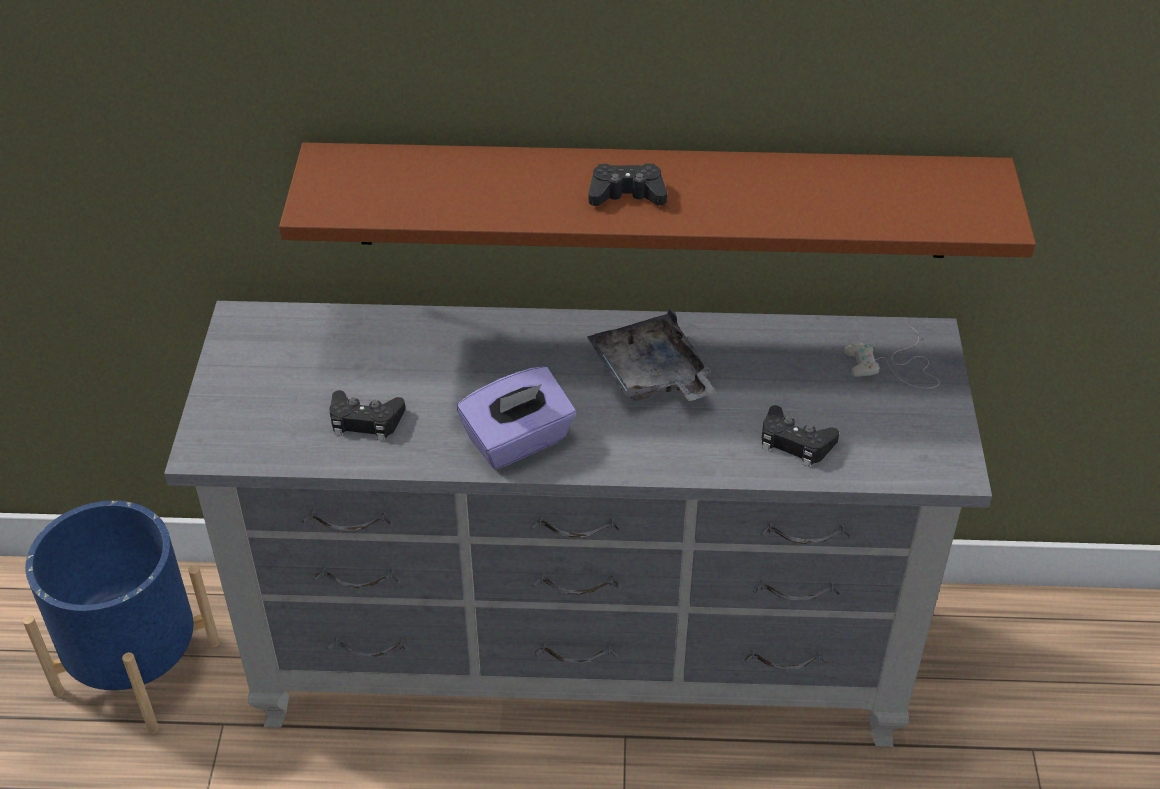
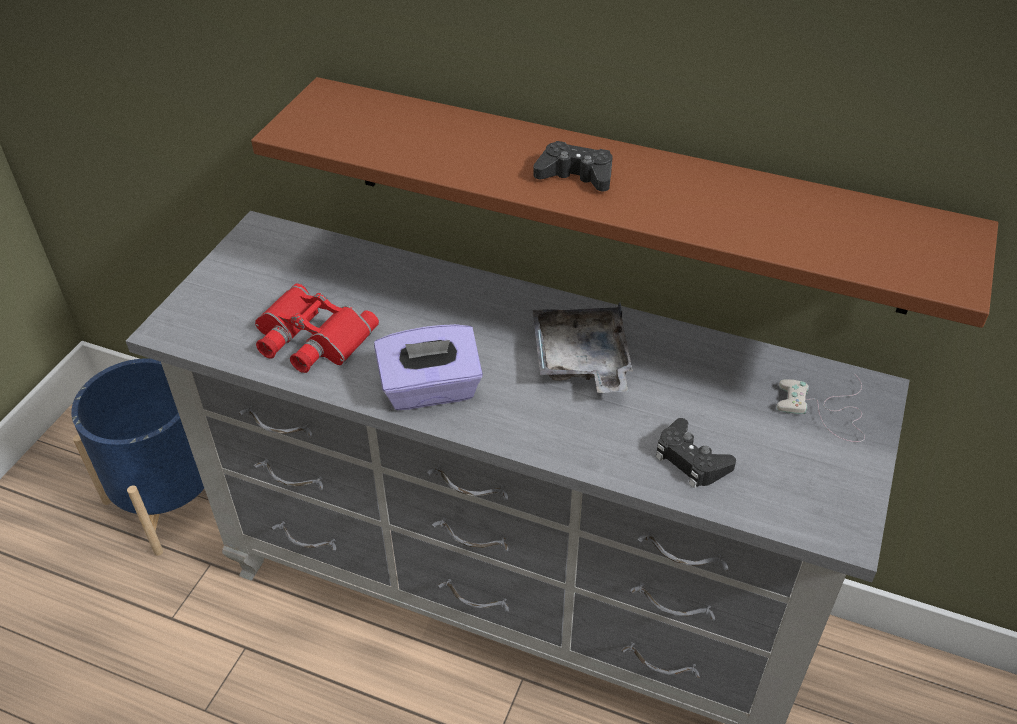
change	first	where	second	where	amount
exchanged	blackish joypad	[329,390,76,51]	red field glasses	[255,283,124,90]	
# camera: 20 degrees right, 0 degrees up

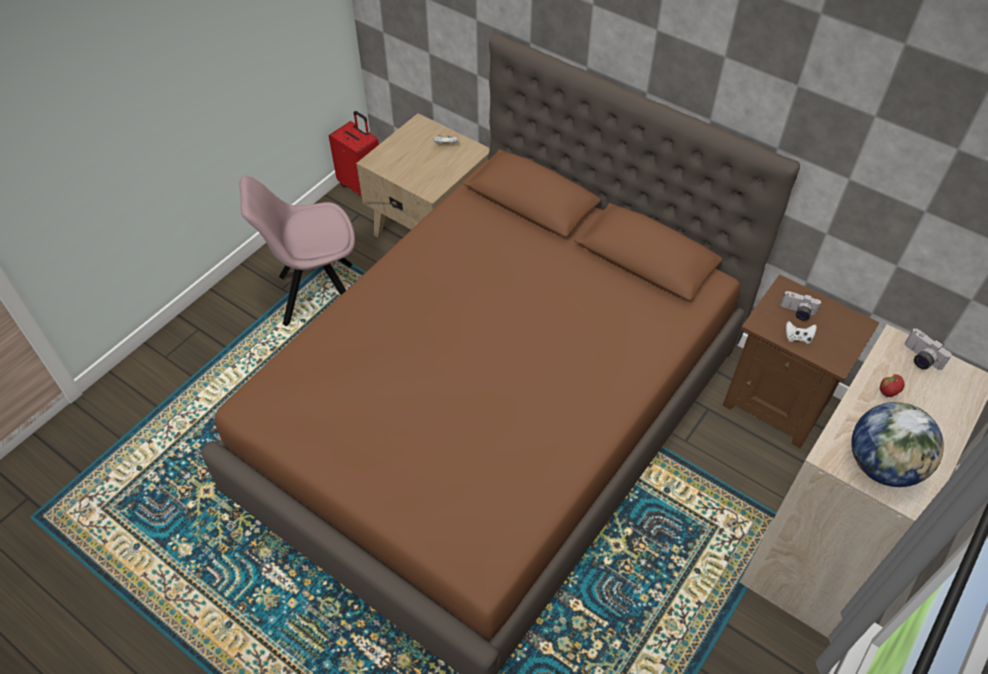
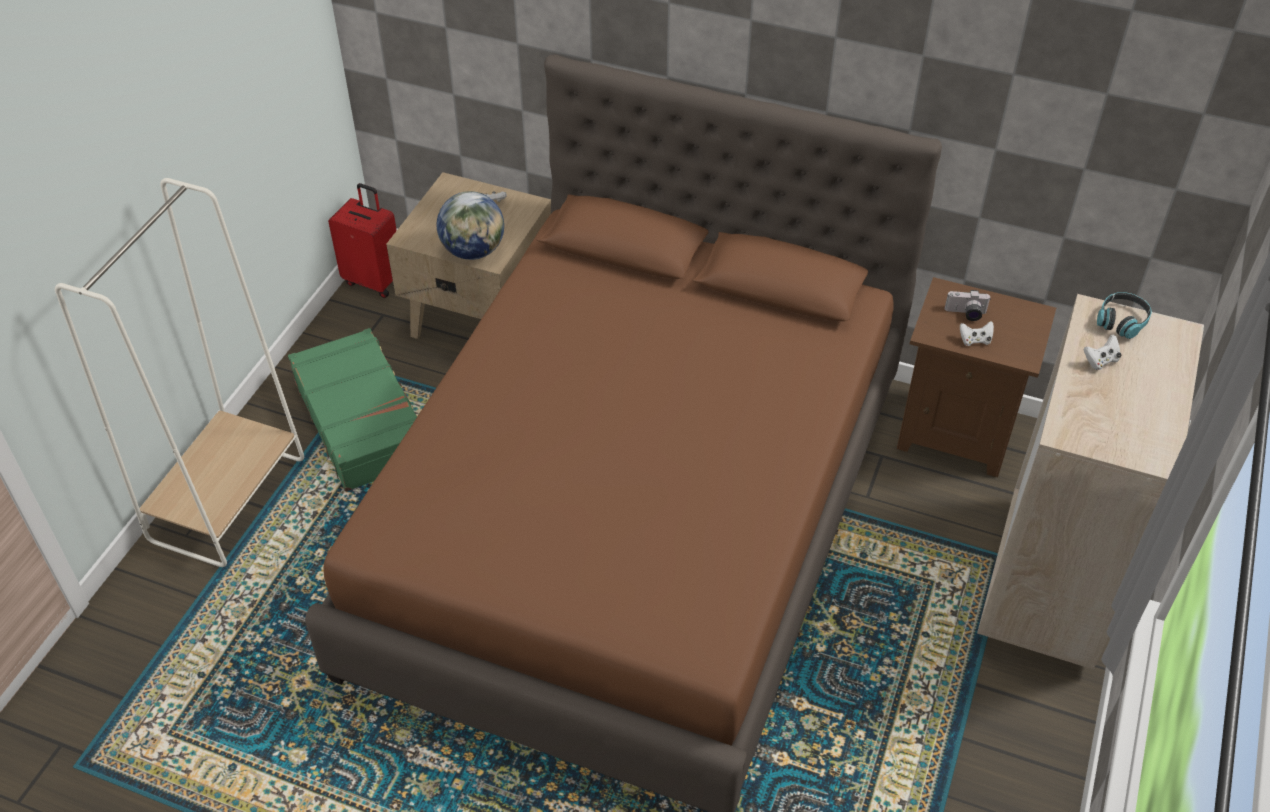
change	first	where	second	where	amount
exchanged	pink-coloured upright chair	[239,176,116,150]	green travel case	[288,328,129,164]	
exchanged	photo camera	[905,328,47,42]	headphones	[1097,292,55,47]	
exchanged	apple fruit	[880,374,25,23]	white joypad	[1084,335,37,35]	
relocated	world globe	[851,402,93,85]		[437,191,67,69]	
appeared			clothes rack	[55,178,249,389]	
# camera: 15 degrees left, 5 degrees down

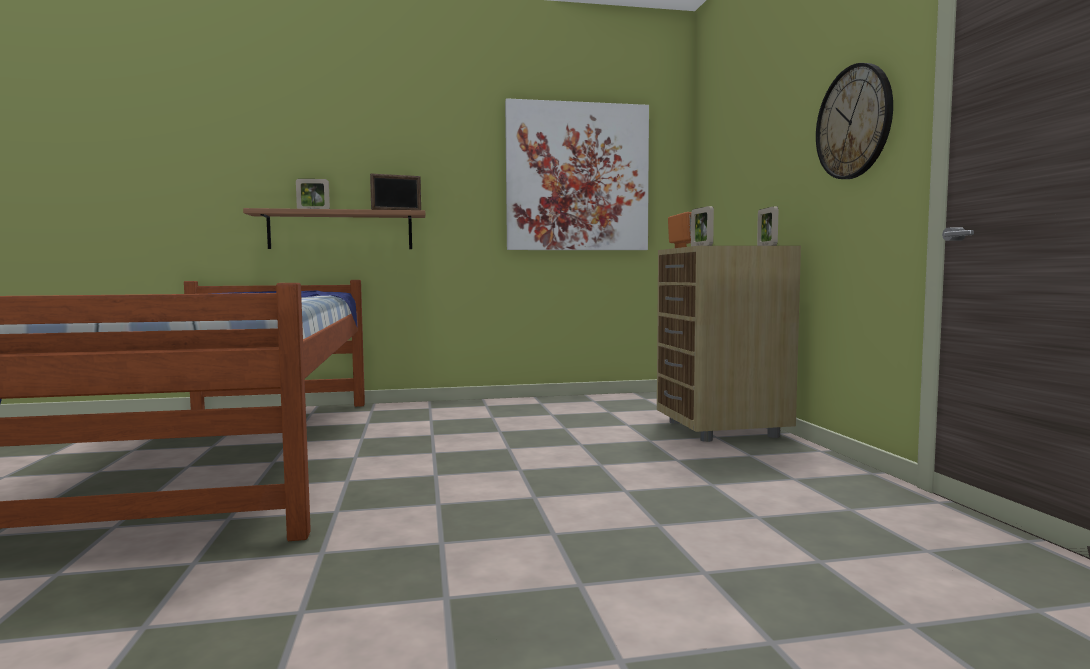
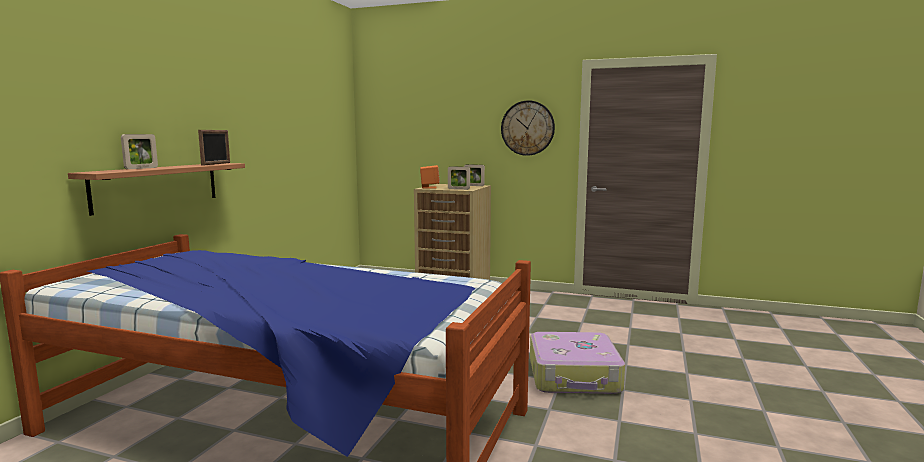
change	first	where	second	where	amount
missing	wall picture	[505,98,144,152]			
appeared			travel case	[530,332,95,62]	
# camera: 60 degrees left, 5 degrees up

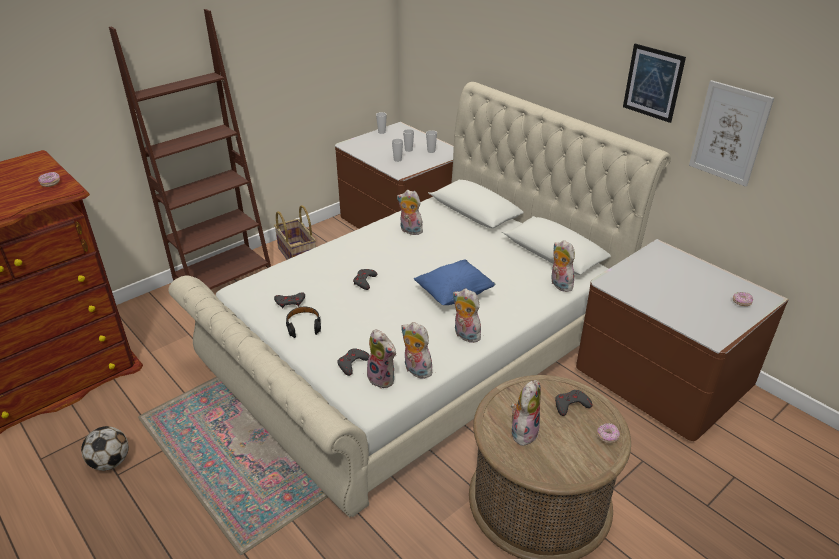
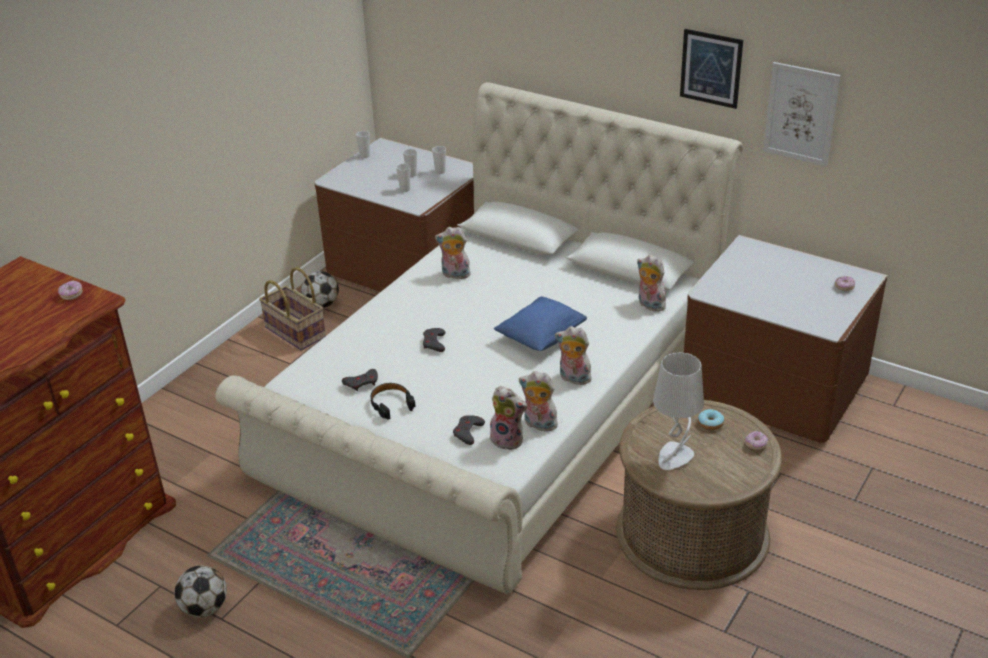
change	first	where	second	where	amount
missing	brown bookshelf	[109,9,162,280]			
exchanged	cuddly toy	[511,380,30,66]	greyish tabletop lamp	[653,352,51,118]	
exchanged	greyish joypad	[555,390,38,26]	donut	[698,409,26,21]	
appeared			ball for football	[301,271,38,37]	
# camera: 15 degrees left, 0 degrees up

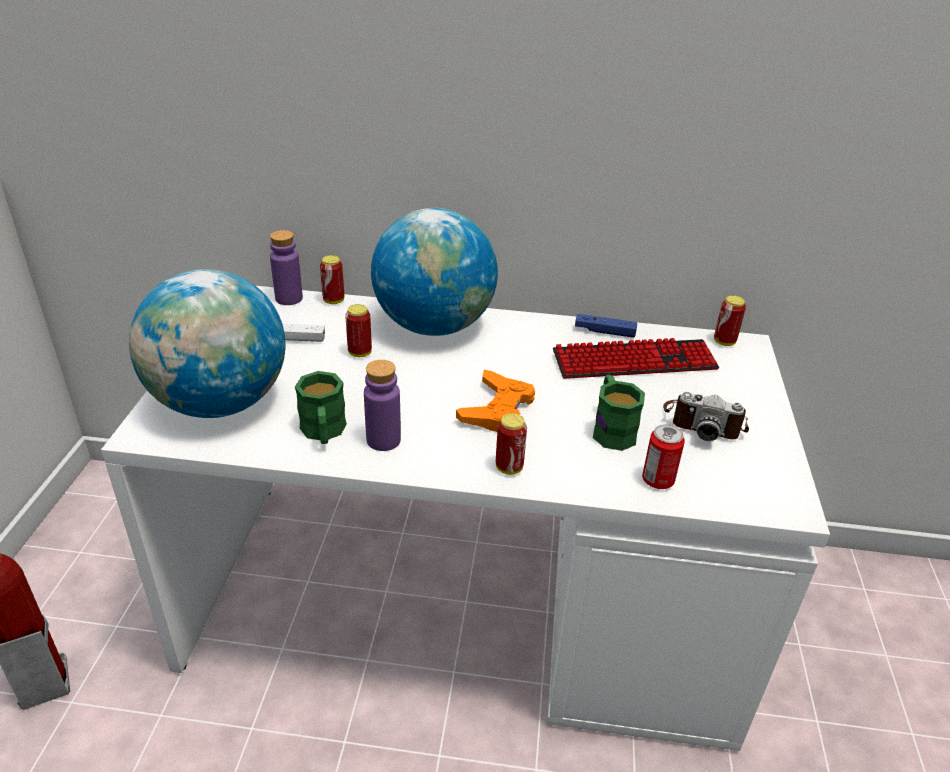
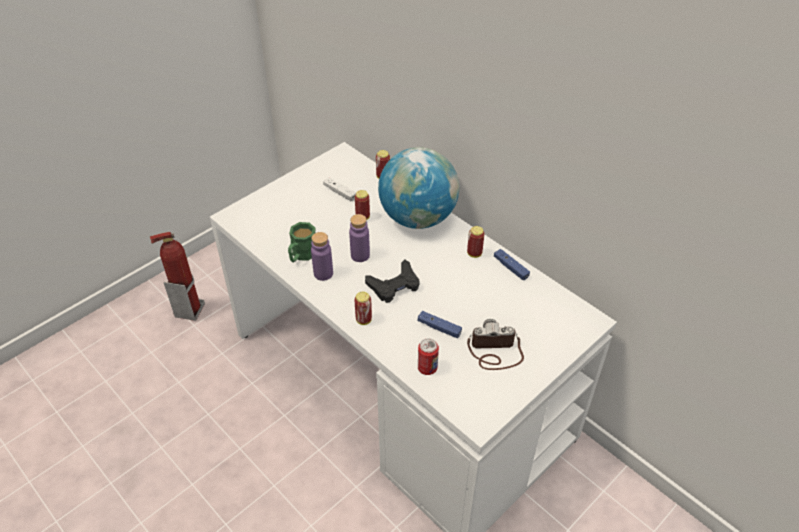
change	first	where	second	where	amount
relocated	purplish drink bottle	[270,230,33,75]		[349,214,21,48]	
missing	world globe	[129,269,157,149]			
relocated	can	[714,295,32,51]		[467,226,17,32]	
missing	computer keyboard	[553,338,166,41]			
colour	orange joypad	[456,370,79,62]	blackish joypad	[365,260,55,43]	
exchanged	green coffee mug	[593,375,52,76]	bluish joypad	[418,311,44,27]	
spun	photo camera	[663,392,86,49]		[467,319,57,51]	120 degrees clockwise
# camera: 40 degrees right, 10 degrees up

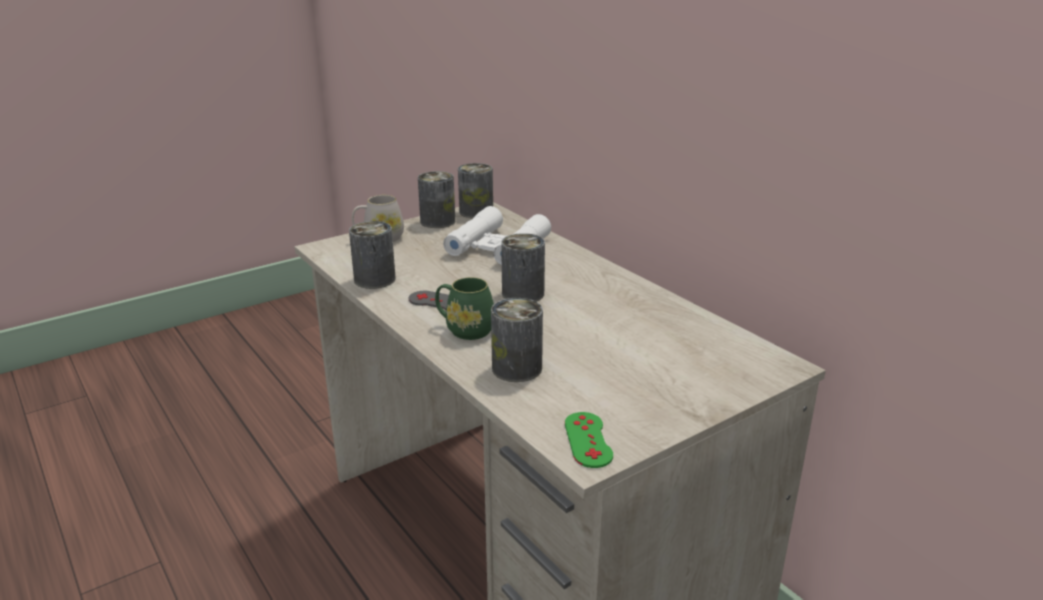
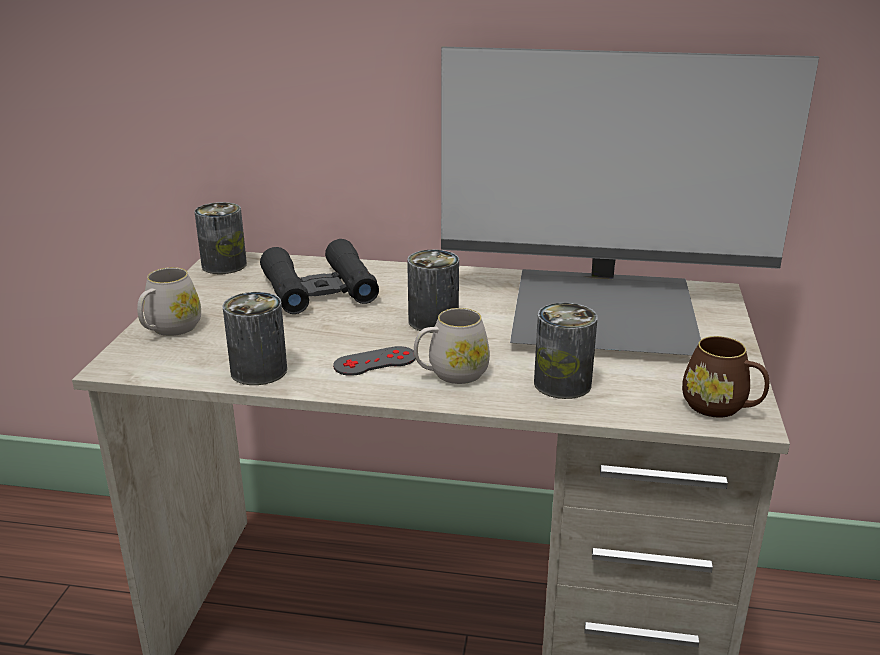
change	first	where	second	where	amount
missing	can	[418,171,37,57]			
colour	white field glasses	[443,206,108,59]	blackish field glasses	[260,239,119,75]	
colour	green coffee mug	[435,277,59,63]	white coffee mug	[414,308,76,76]	
exchanged	green joypad	[565,412,48,56]	brown coffee mug	[682,336,87,82]	
appeared			computer display	[441,47,378,308]	
# camera: 45 degrees left, 0 degrees up

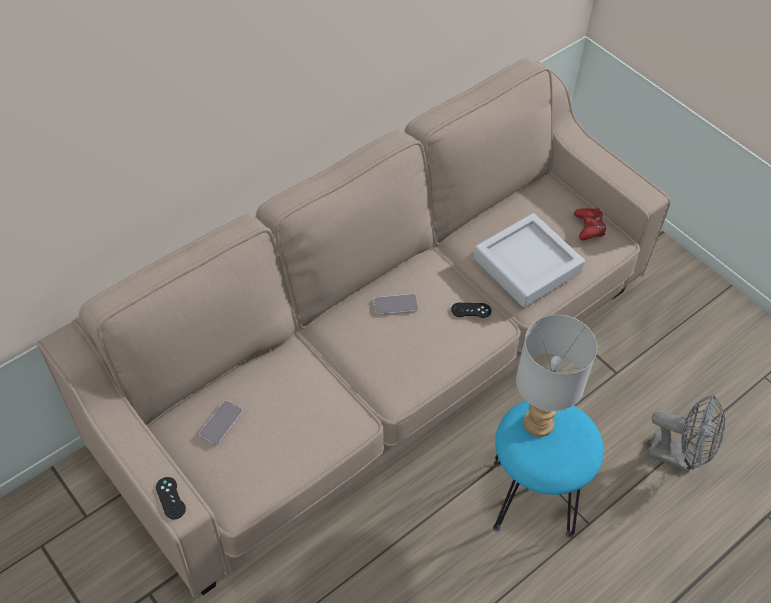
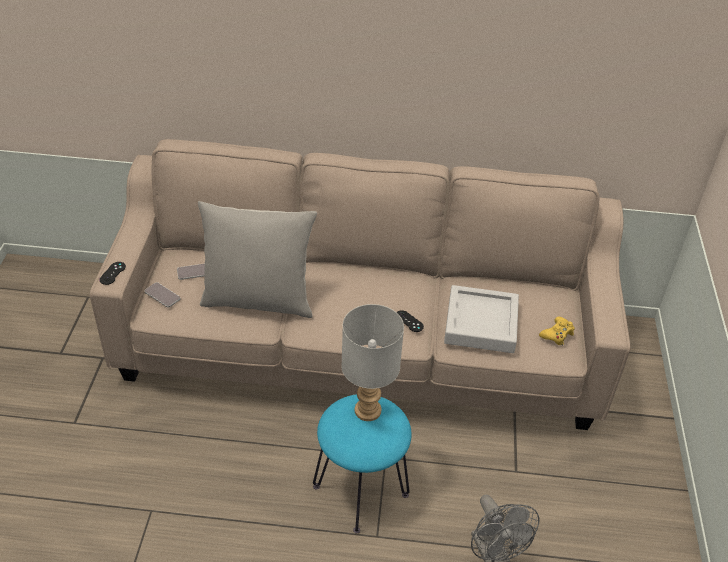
change	first	where	second	where	amount
colour	red joypad	[574,208,32,32]	yellowish joypad	[539,317,36,29]	
relocated	telephone	[374,294,44,21]		[145,282,35,26]	
appeared			greyish throw pillow	[198,201,119,117]	
# camera: 45 degrees right, 10 degrees down

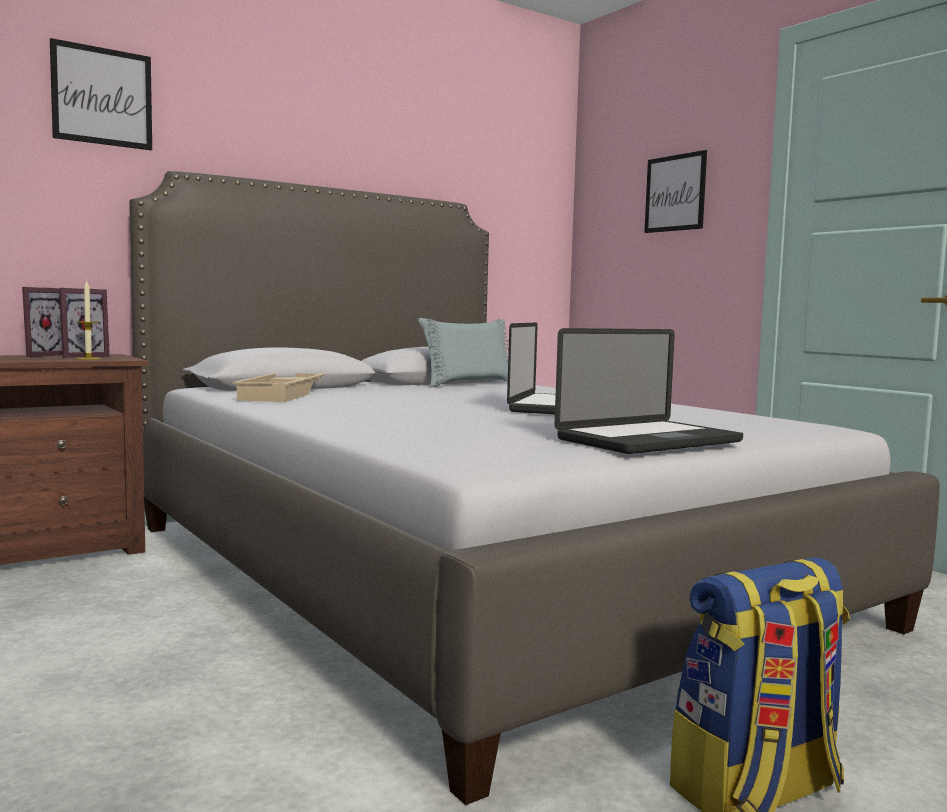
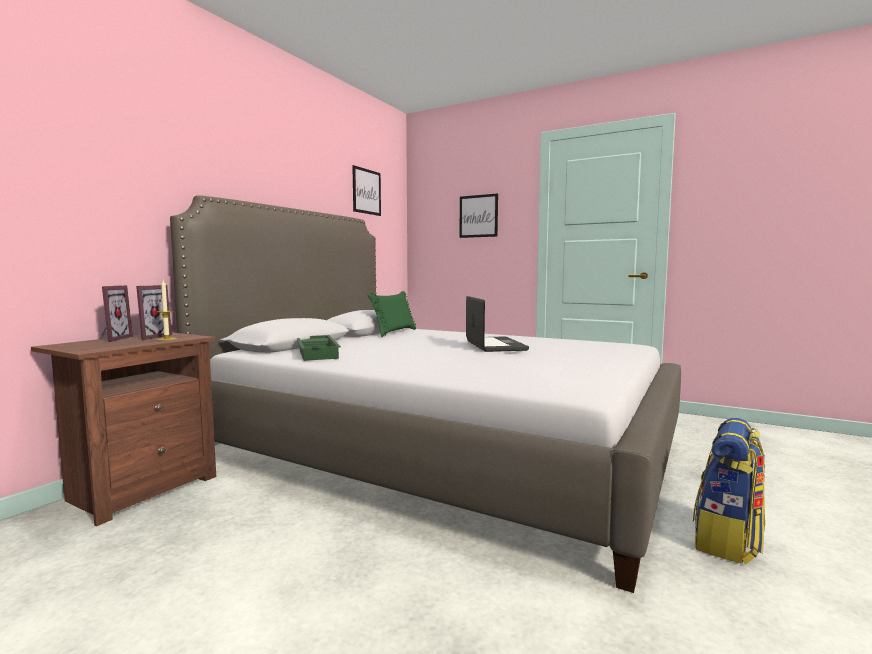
change	first	where	second	where	amount
relocated	wall picture	[50,38,102,113]		[352,165,29,51]	
colour	bluish throw pillow	[418,318,90,69]	green throw pillow	[368,291,48,46]	
missing	laptop	[554,328,189,126]			
colour	beige carrying tray	[233,373,92,29]	green carrying tray	[297,335,44,26]	
# camera: 25 degrees left, 0 degrees up

